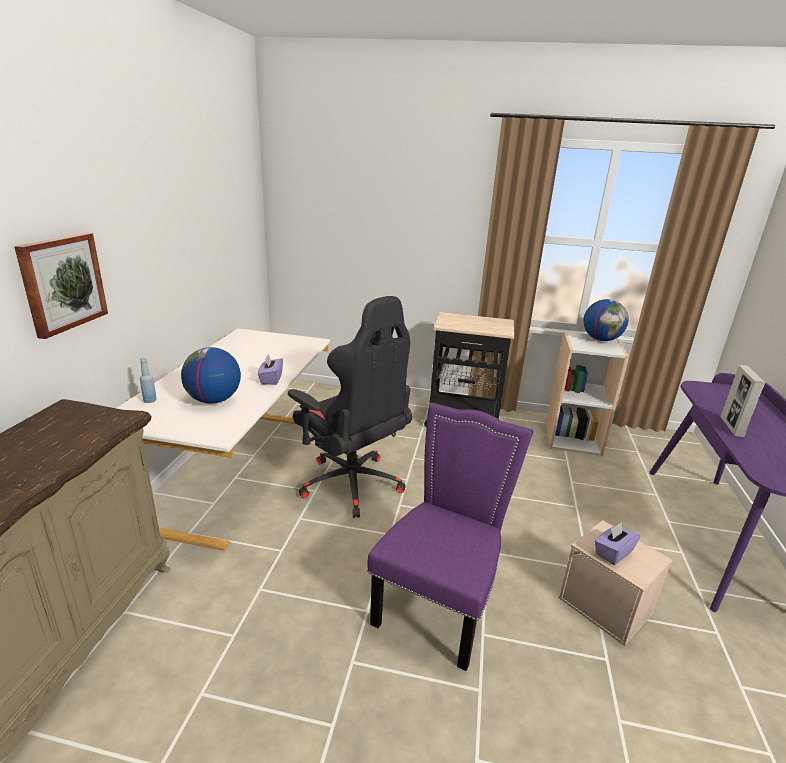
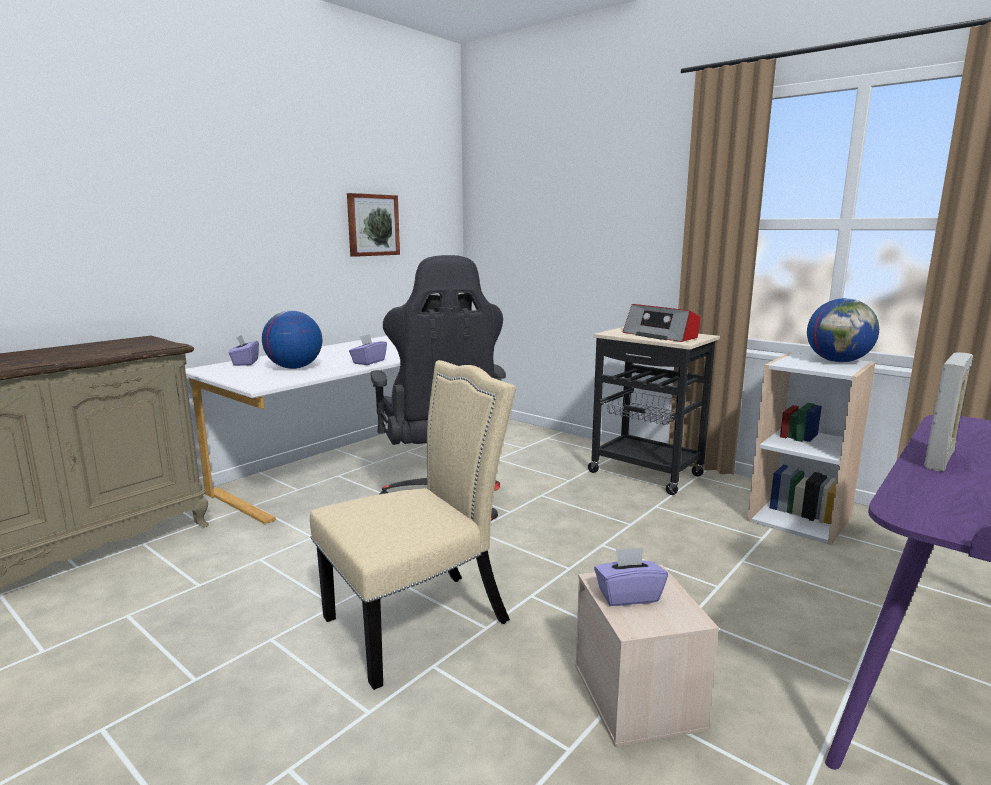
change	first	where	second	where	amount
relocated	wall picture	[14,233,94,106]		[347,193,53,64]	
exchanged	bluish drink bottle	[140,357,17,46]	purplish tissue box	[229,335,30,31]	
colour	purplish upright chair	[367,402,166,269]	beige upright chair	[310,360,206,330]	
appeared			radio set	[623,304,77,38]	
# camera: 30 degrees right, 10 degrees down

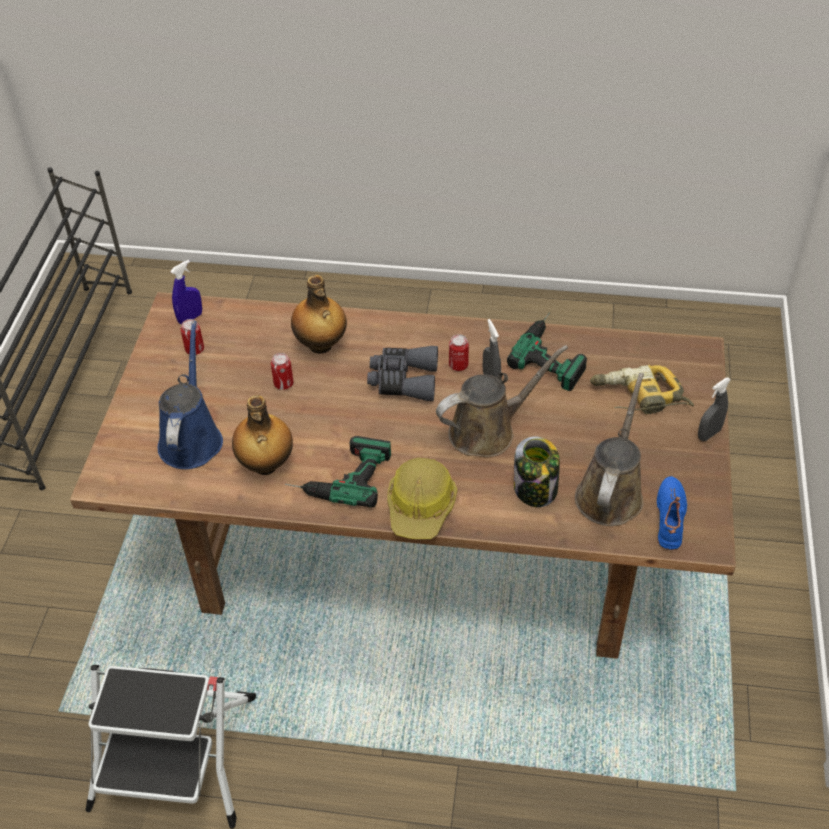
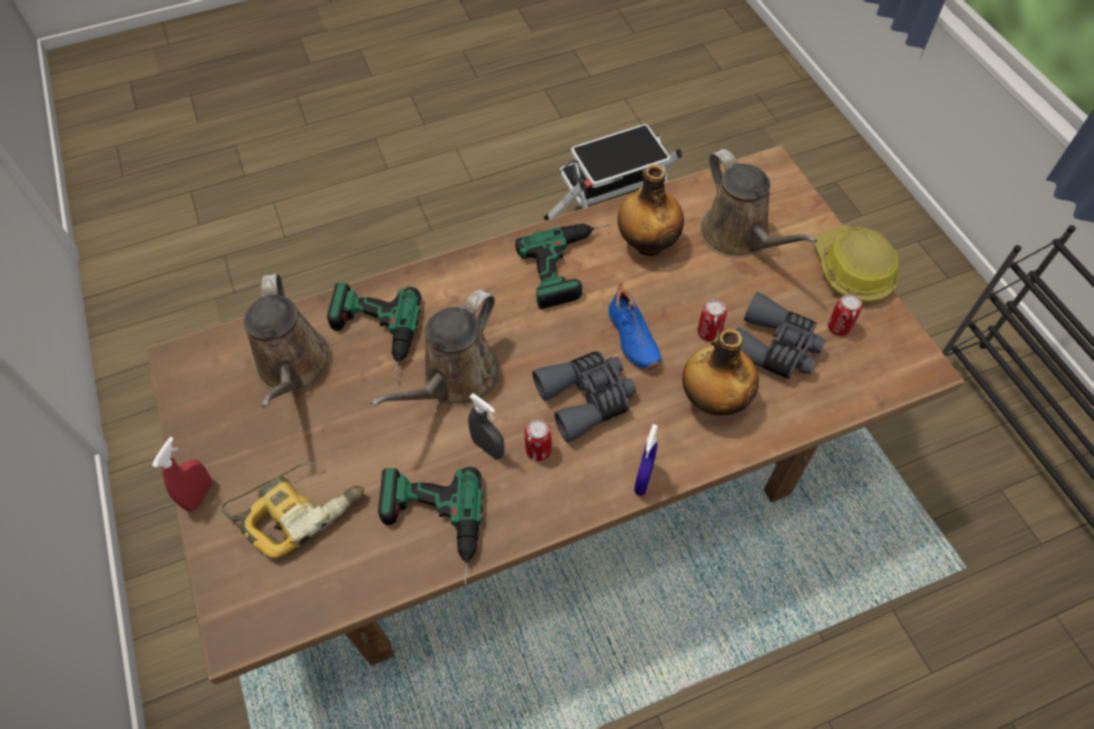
change	first	where	second	where	amount
relocated	bluish spray bottle	[170,260,32,64]		[634,424,24,72]	
colour	bluish sprinkling can	[158,321,65,148]	brown sprinkling can	[700,149,117,109]	
colour	greyish spray bottle	[698,377,33,64]	red spray bottle	[152,437,60,74]	
exchanged	storage jar	[514,437,46,70]	electric drill	[327,283,94,96]	
relocated	work helmet	[387,458,70,81]		[814,225,85,77]	
relocated	bluish low shoe	[656,476,31,74]		[608,283,53,86]	
appeared			greyish field glasses	[736,292,90,87]	
# camera: 150 degrees right, 10 degrees up

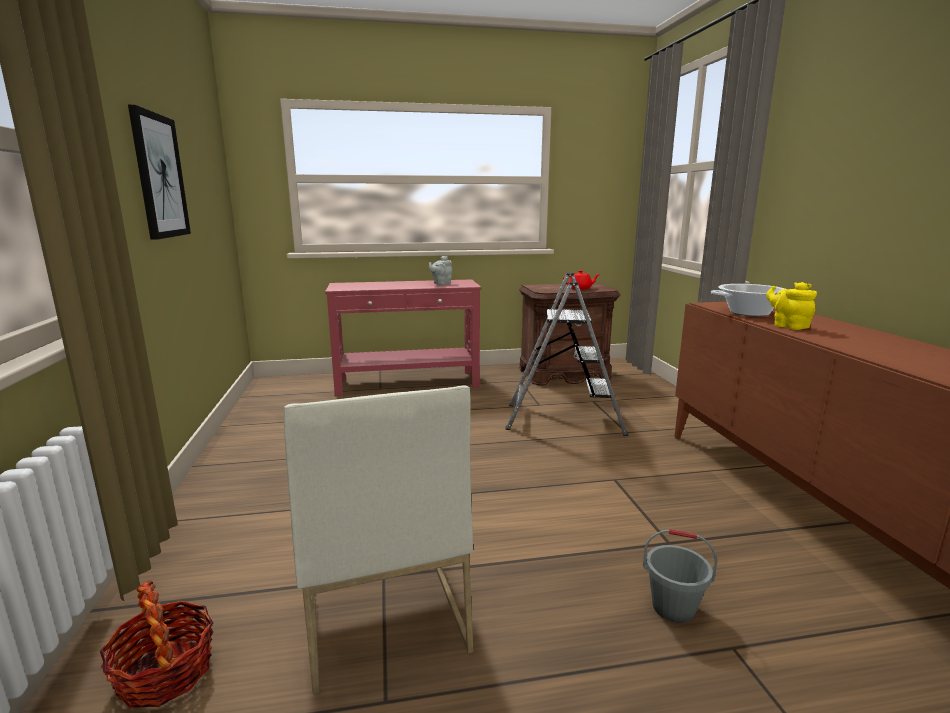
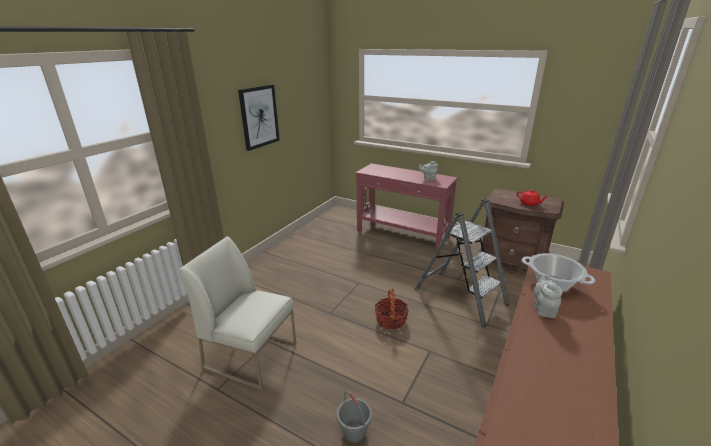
change	first	where	second	where	amount
colour	yellowish teapot	[766,282,51,48]	greyish teapot	[533,274,29,44]	
spun	white upright chair	[284,385,189,310]		[179,236,117,155]	90 degrees clockwise
relocated	basket	[100,580,114,129]		[375,289,34,40]	
# camera: 40 degrees right, 10 degrees up

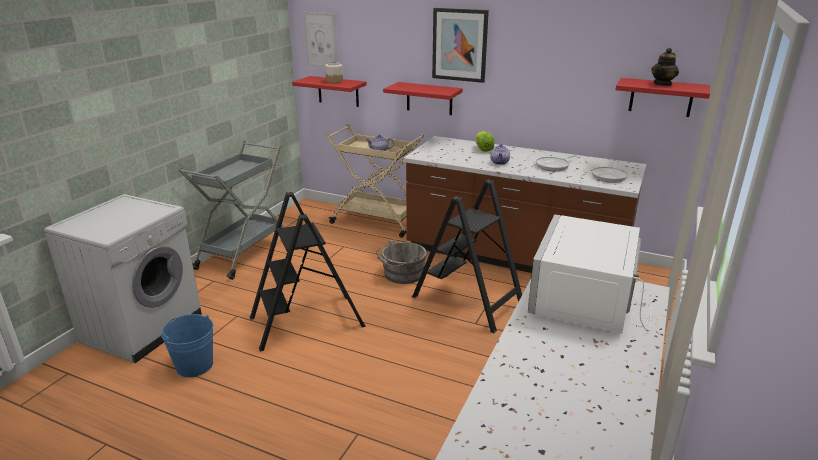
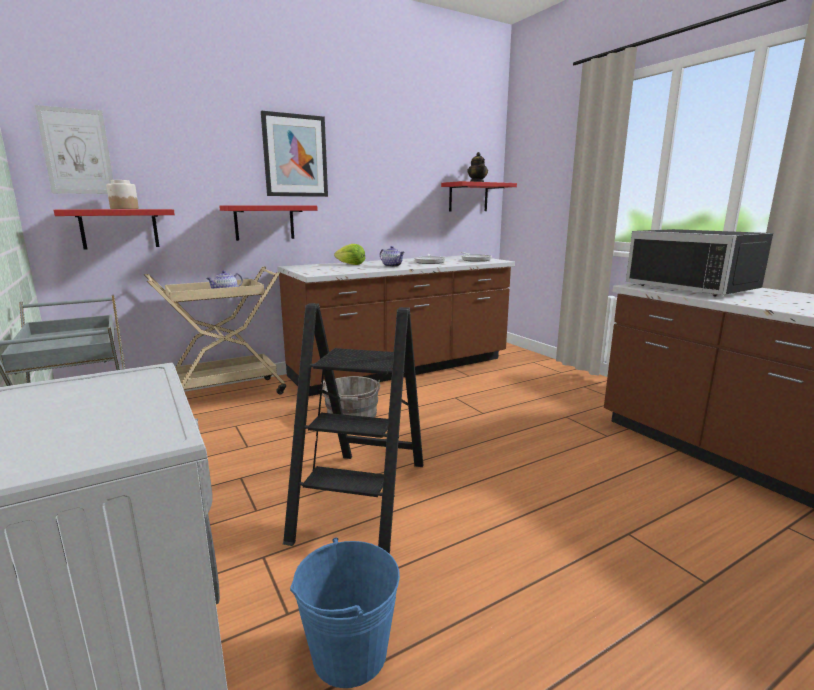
change	first	where	second	where	amount
missing	blackish step stool	[412,179,110,155]			
colour	white microwave	[528,214,124,119]	blackish microwave	[626,229,147,67]	
# camera: 55 degrees left, 10 degrees down

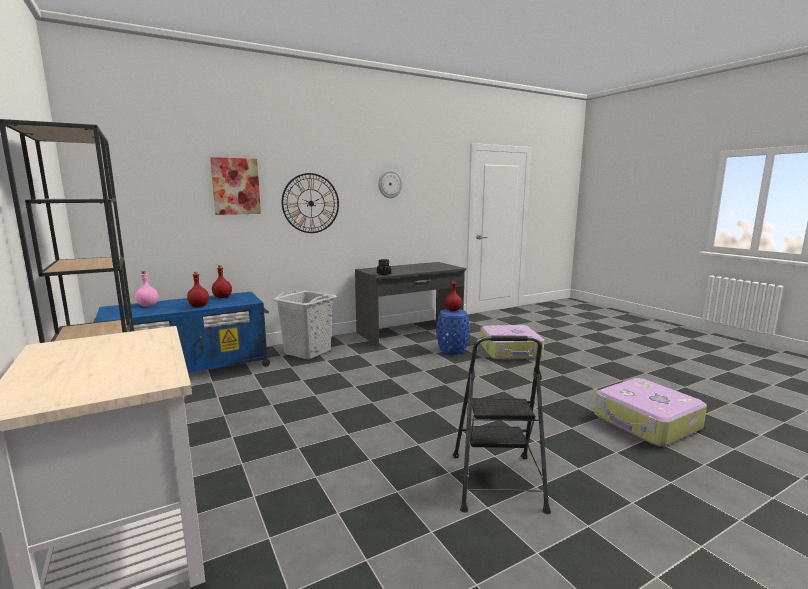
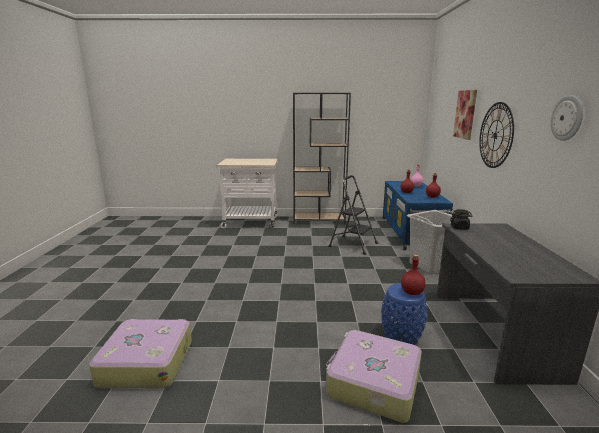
change	first	where	second	where	amount
relocated	blackish step stool	[453,335,98,179]		[328,175,51,80]	
# camera: 120 degrees right, 5 degrees up

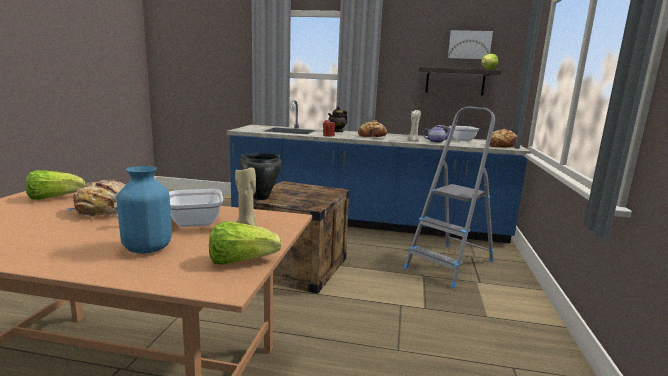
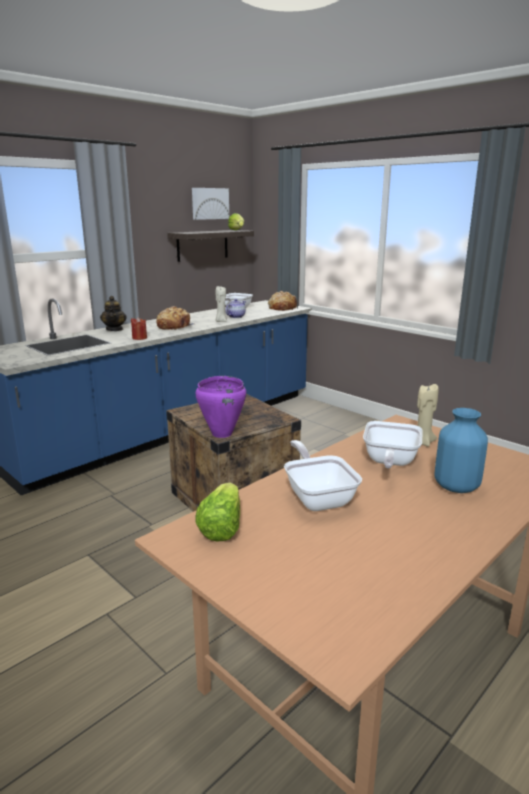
change	first	where	second	where	amount
missing	greyish step stool	[404,106,91,182]			
colour	blackish stockpot	[239,153,43,47]	purplish stockpot	[196,376,50,62]	
exchanged	baked bread	[65,179,61,39]	pan	[284,440,78,71]	
missing	head of lettuce	[209,222,73,43]			
# camera: 55 degrees left, 5 degrees up

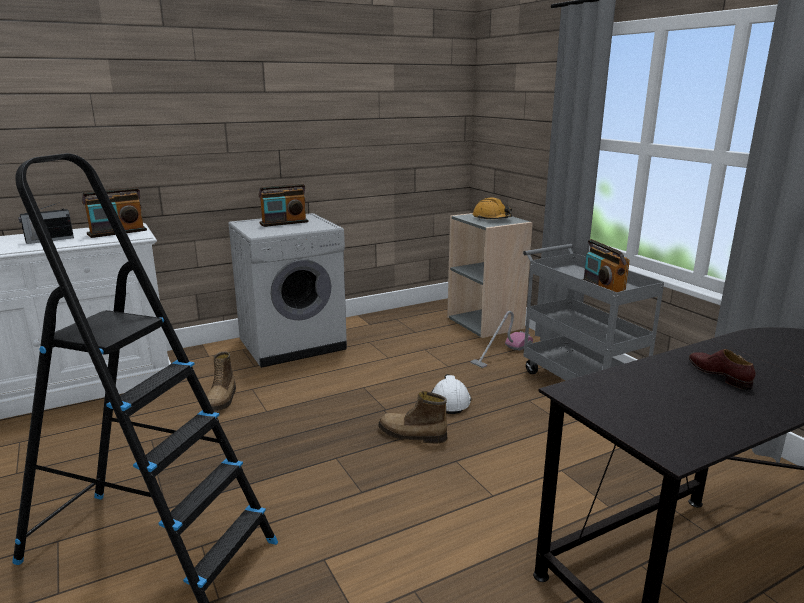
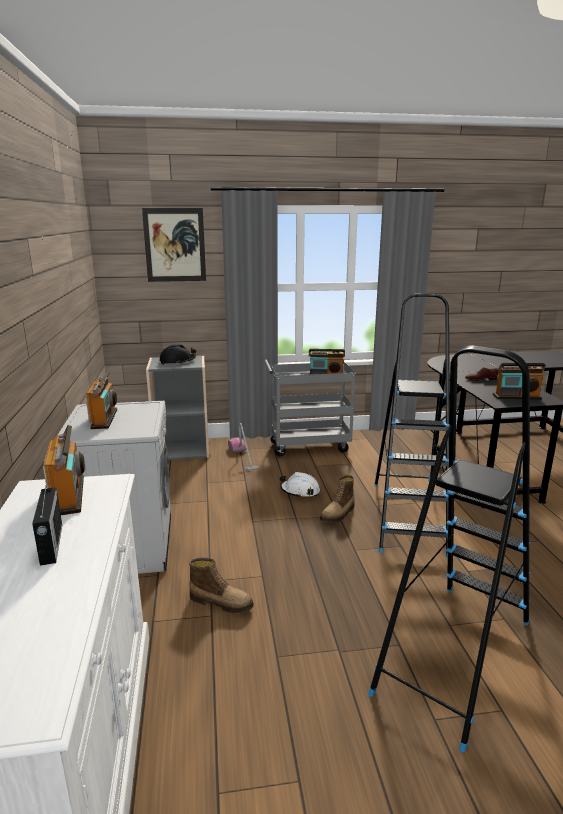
change	first	where	second	where	amount
colour	orange work helmet	[472,198,40,21]	blackish work helmet	[159,344,37,21]	
appeared			wall picture	[142,208,64,74]	
appeared			blackish step stool	[374,294,76,265]	
appeared			radio set	[493,363,53,36]	
# camera: 70 degrees left, 0 degrees up

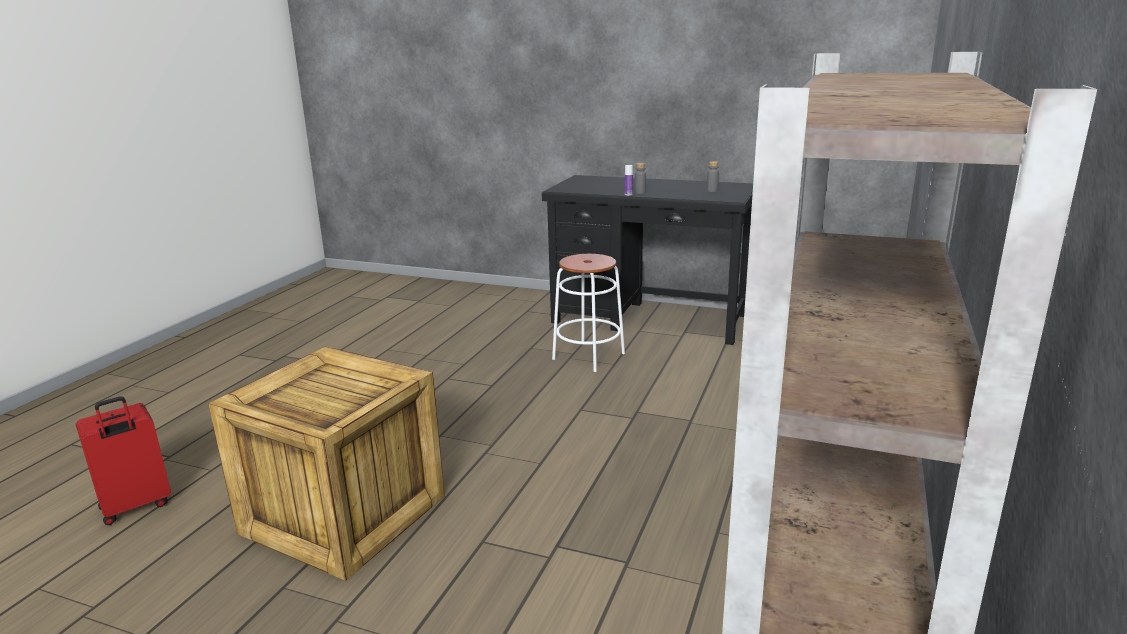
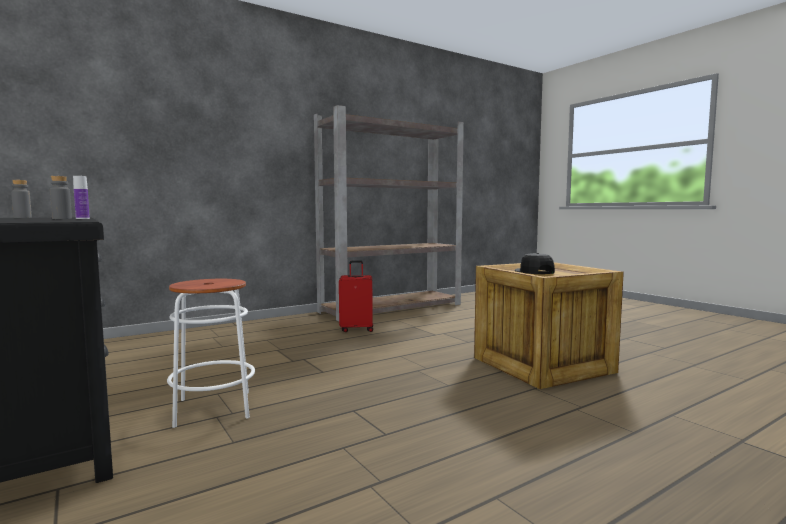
change	first	where	second	where	amount
relocated	red travel case	[76,396,95,129]		[339,260,34,72]	
appeared			blackish cap	[515,253,40,21]	
# camera: 145 degrees left, 15 degrees down

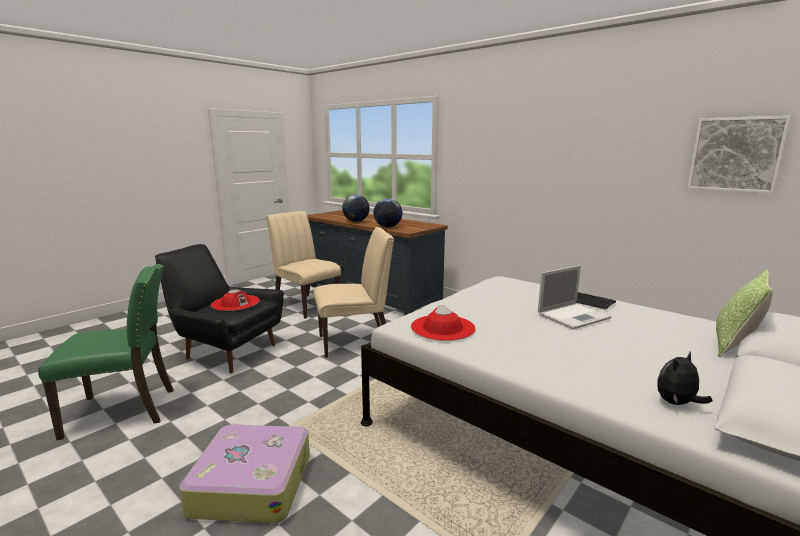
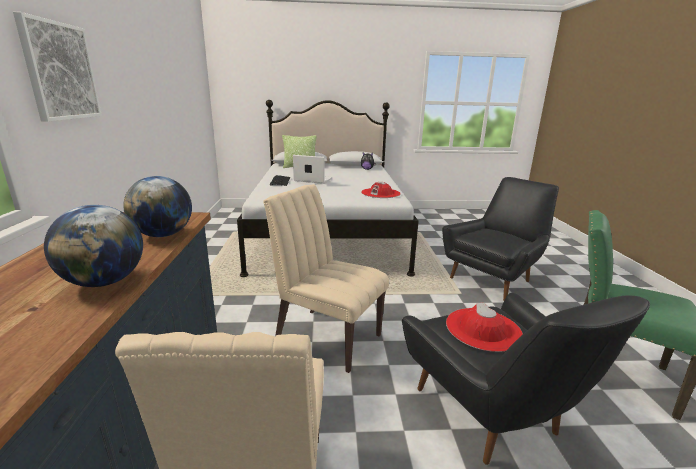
change	first	where	second	where	amount
relocated	wall picture	[687,116,104,78]		[13,12,89,110]	
exchanged	travel case	[179,424,131,99]	blackish armchair	[442,177,117,124]	
# camera: 135 degrees left, 5 degrees up

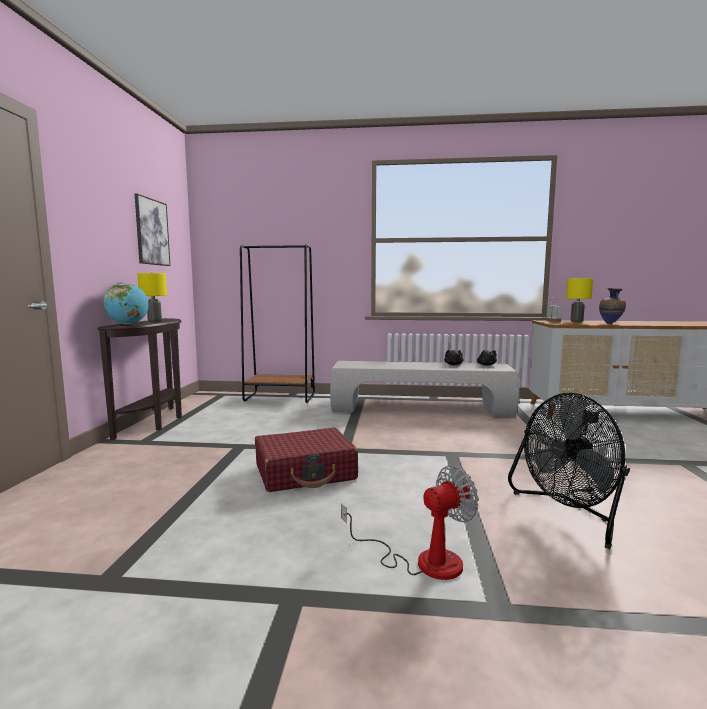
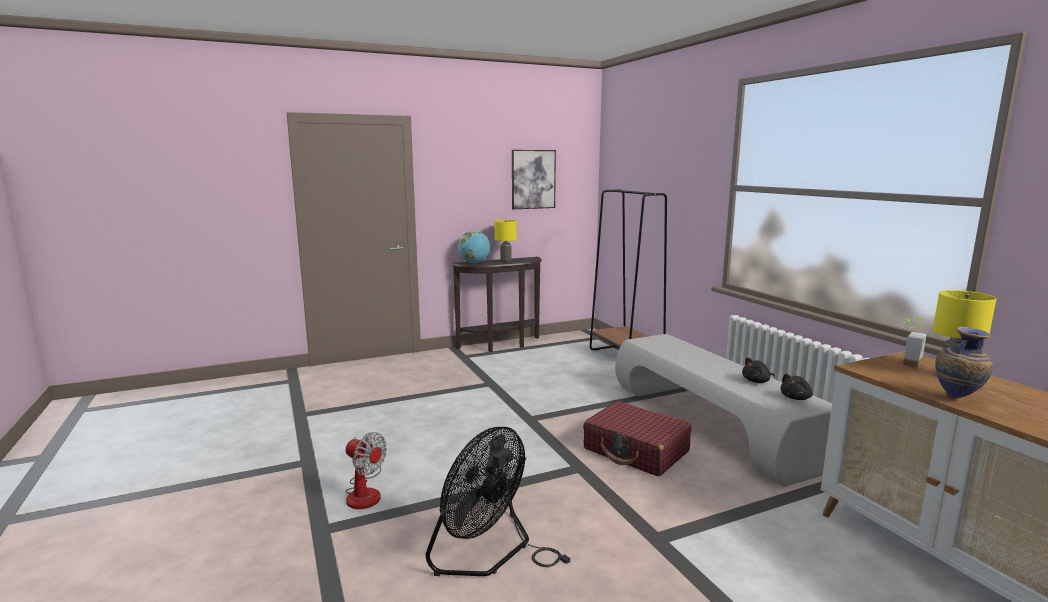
change	first	where	second	where	amount
relocated	red travel case	[255,428,103,64]		[583,401,108,76]	
# camera: 60 degrees right, 5 degrees up

